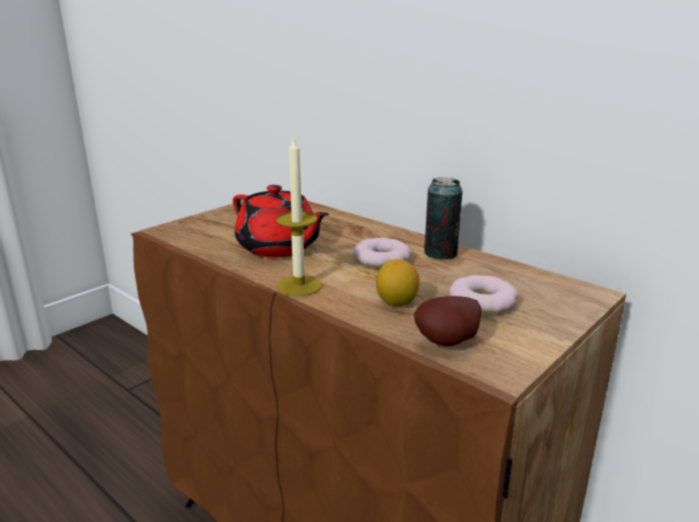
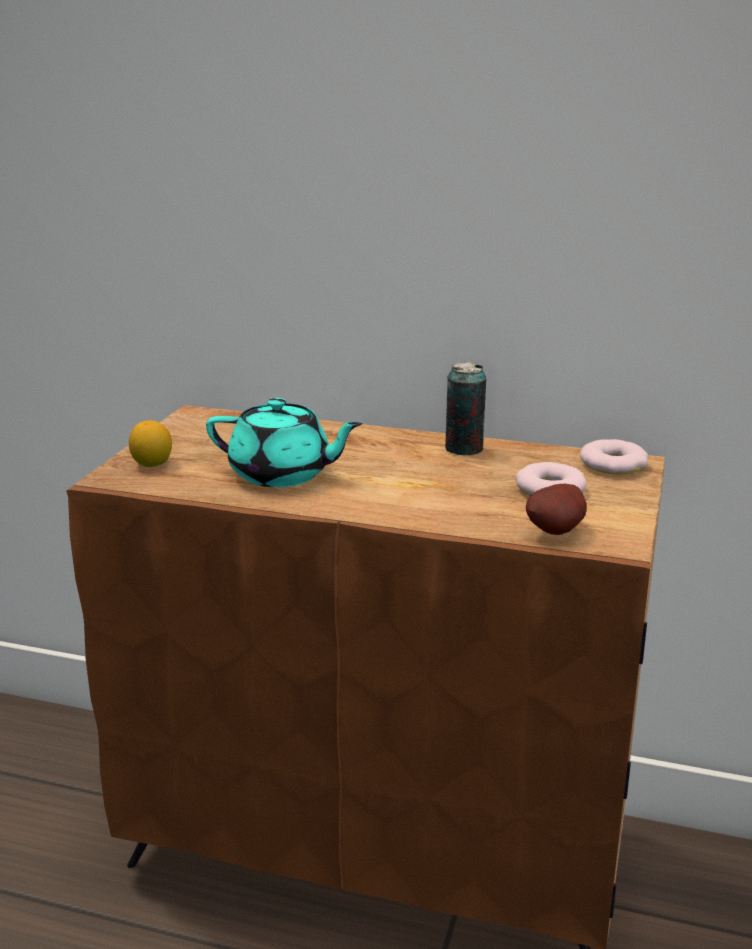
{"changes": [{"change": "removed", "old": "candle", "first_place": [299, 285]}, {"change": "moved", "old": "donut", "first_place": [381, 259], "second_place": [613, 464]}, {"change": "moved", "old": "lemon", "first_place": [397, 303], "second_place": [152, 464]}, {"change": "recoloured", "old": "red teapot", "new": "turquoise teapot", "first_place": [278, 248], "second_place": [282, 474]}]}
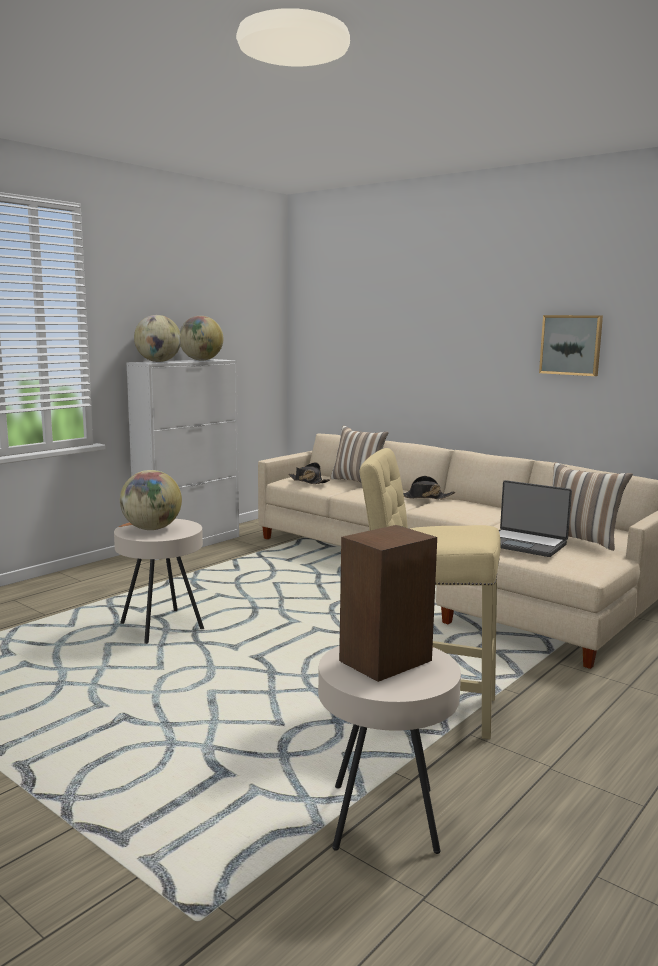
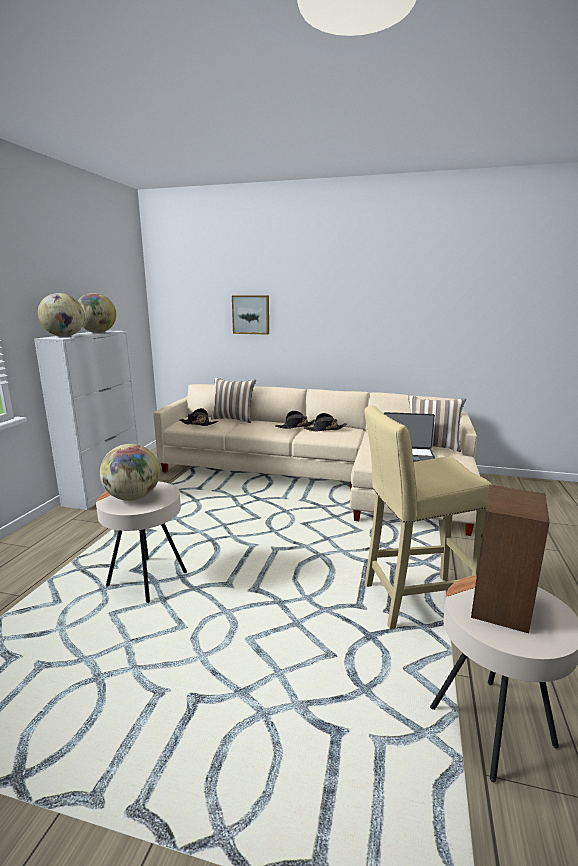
{"changes": [{"change": "added", "new": "black hat", "second_place": [325, 429]}, {"change": "moved", "old": "picture", "first_place": [571, 345], "second_place": [251, 314]}]}
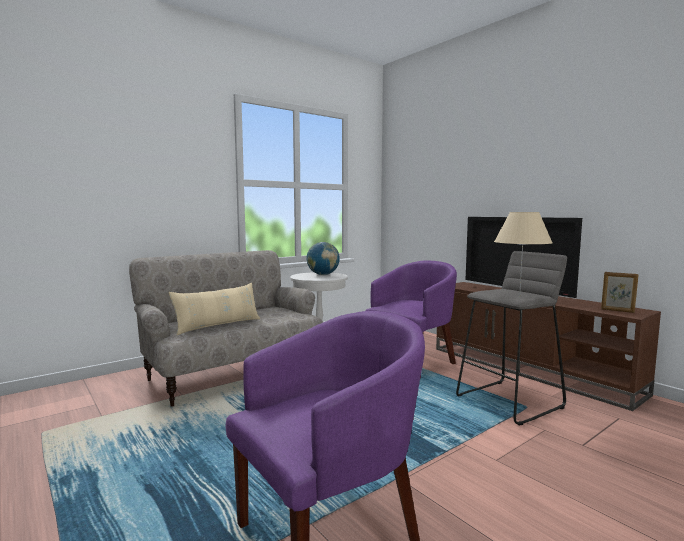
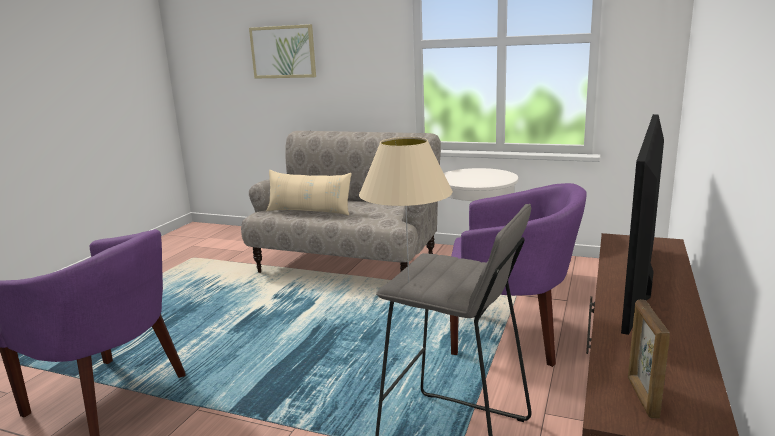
{"changes": [{"change": "removed", "old": "globe", "first_place": [323, 275]}, {"change": "added", "new": "picture", "second_place": [283, 52]}]}
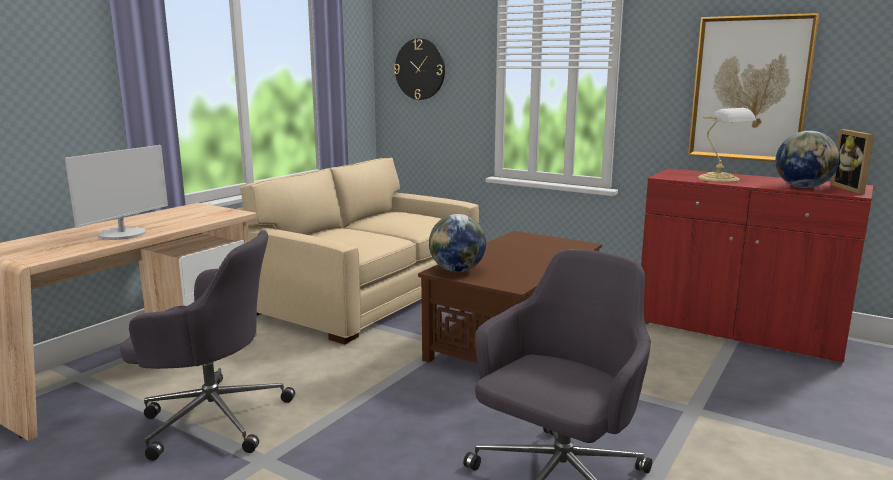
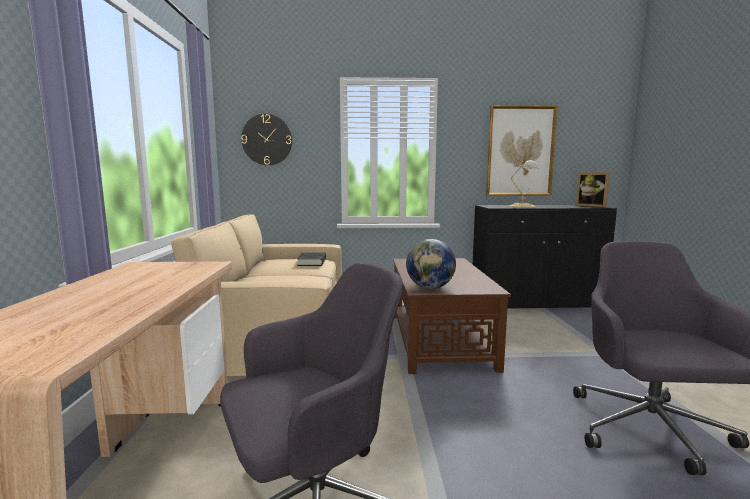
{"changes": [{"change": "removed", "old": "monitor", "first_place": [123, 234]}, {"change": "removed", "old": "globe", "first_place": [803, 187]}, {"change": "added", "new": "black book", "second_place": [312, 262]}, {"change": "recoloured", "old": "red cabinet", "new": "black cabinet", "first_place": [738, 331], "second_place": [535, 303]}]}
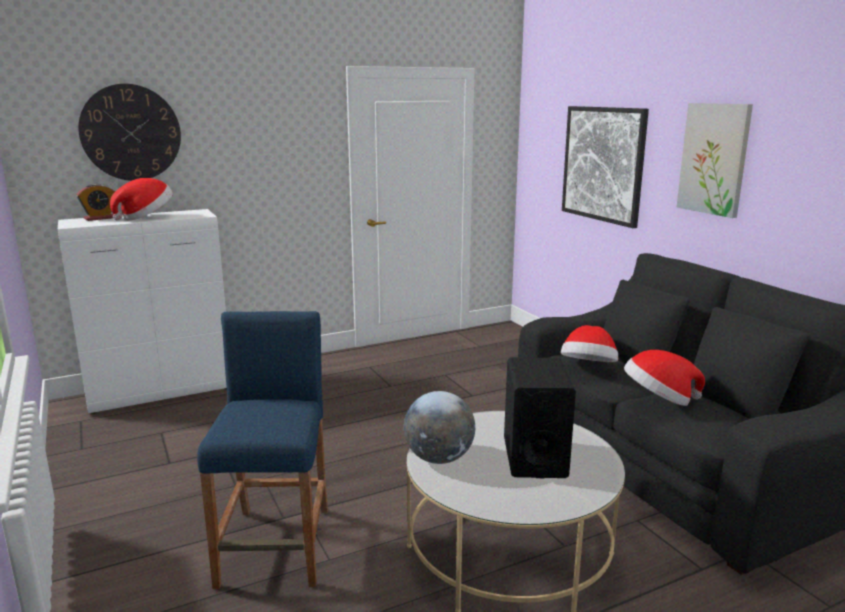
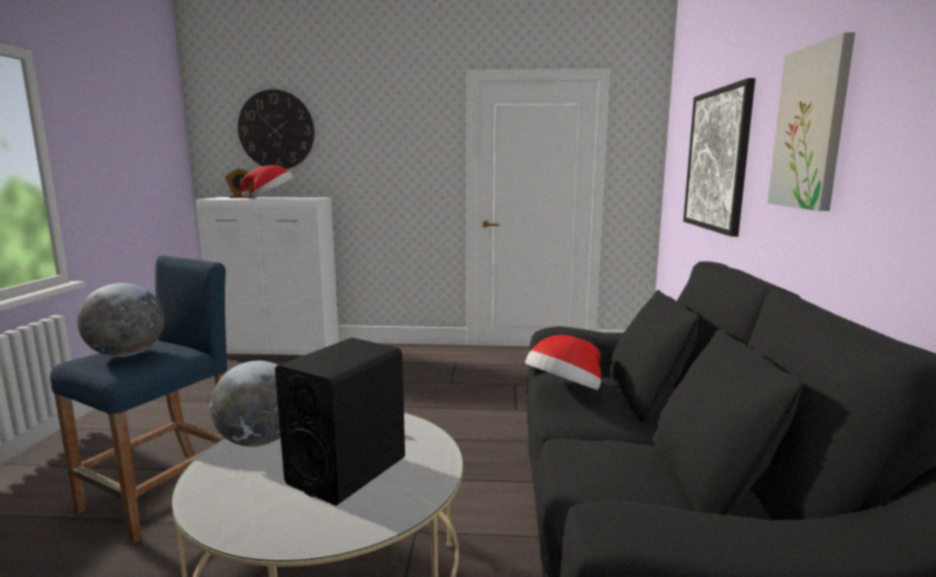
{"changes": [{"change": "removed", "old": "hat", "first_place": [658, 400]}, {"change": "added", "new": "globe", "second_place": [127, 354]}]}
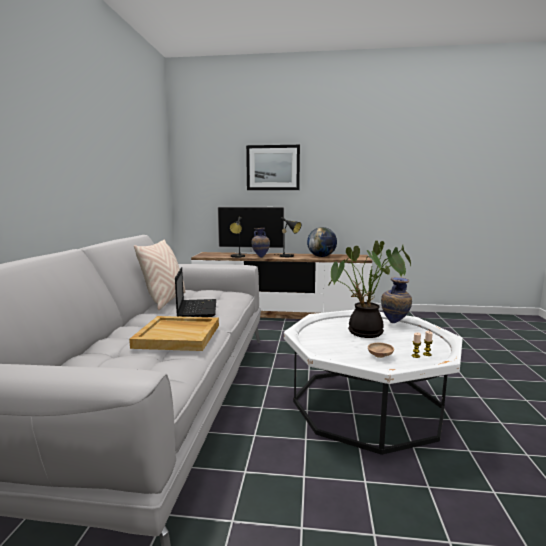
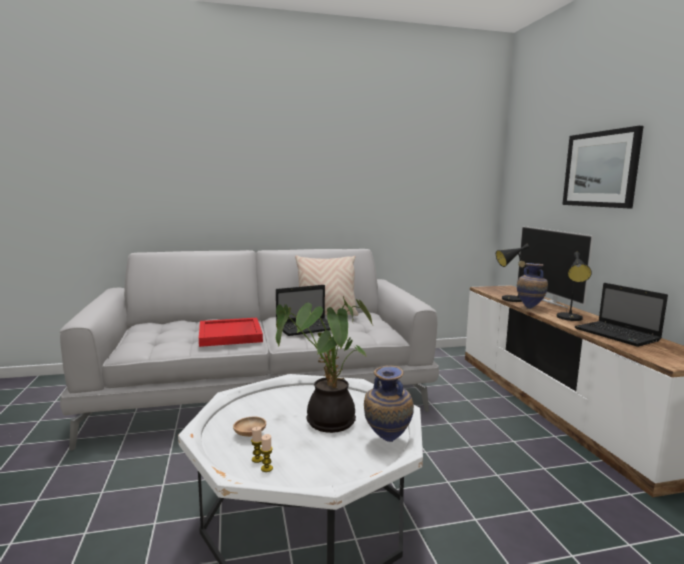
{"changes": [{"change": "replaced", "old": "globe", "new": "laptop", "first_place": [321, 256], "second_place": [618, 335]}, {"change": "recoloured", "old": "beige tray", "new": "red tray", "first_place": [179, 336], "second_place": [230, 335]}]}
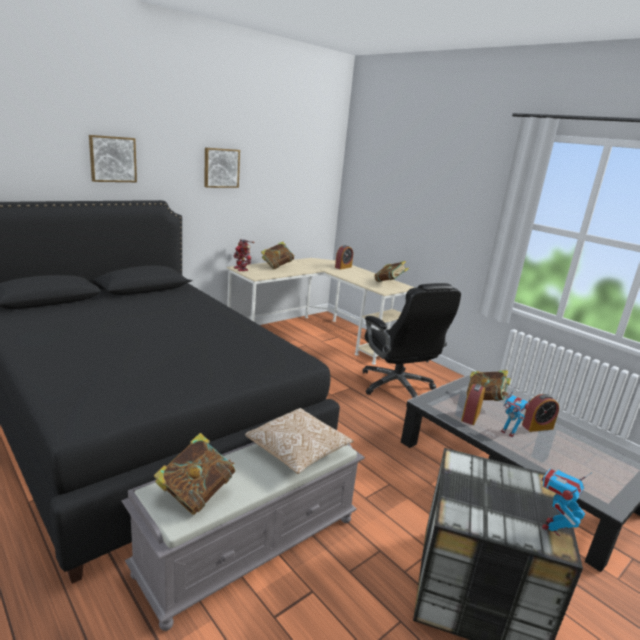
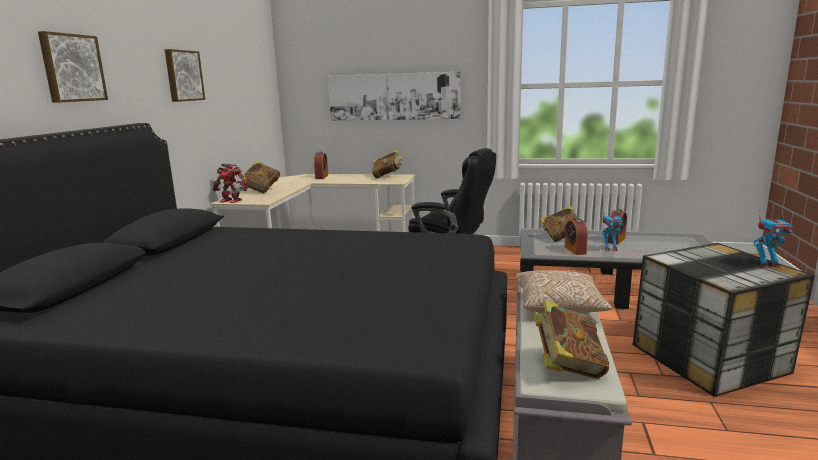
{"changes": [{"change": "added", "new": "picture", "second_place": [393, 97]}, {"change": "turned", "old": "toy robot", "first_place": [552, 527], "second_place": [768, 265], "degrees": -90}]}
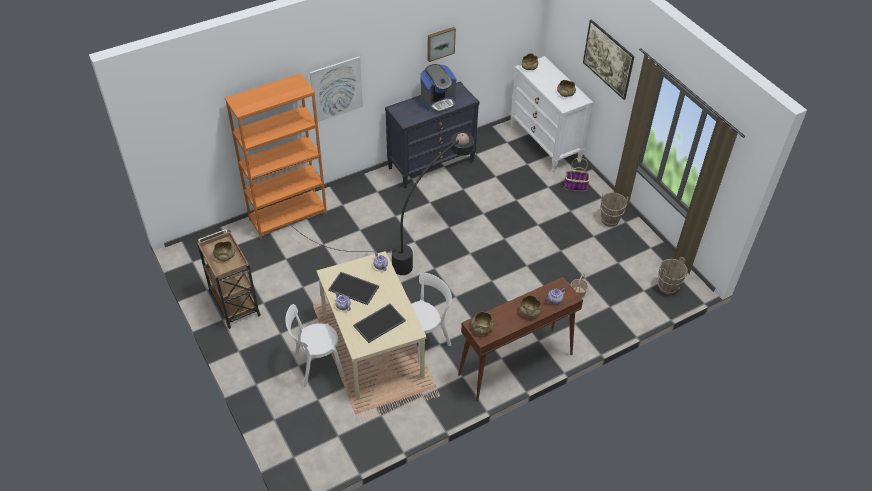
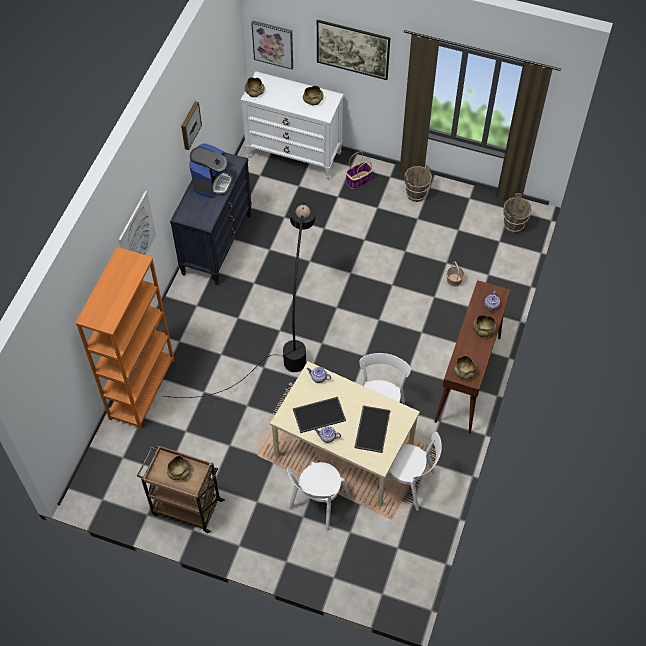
{"changes": [{"change": "added", "new": "picture", "second_place": [273, 44]}, {"change": "added", "new": "white chair", "second_place": [409, 484]}]}
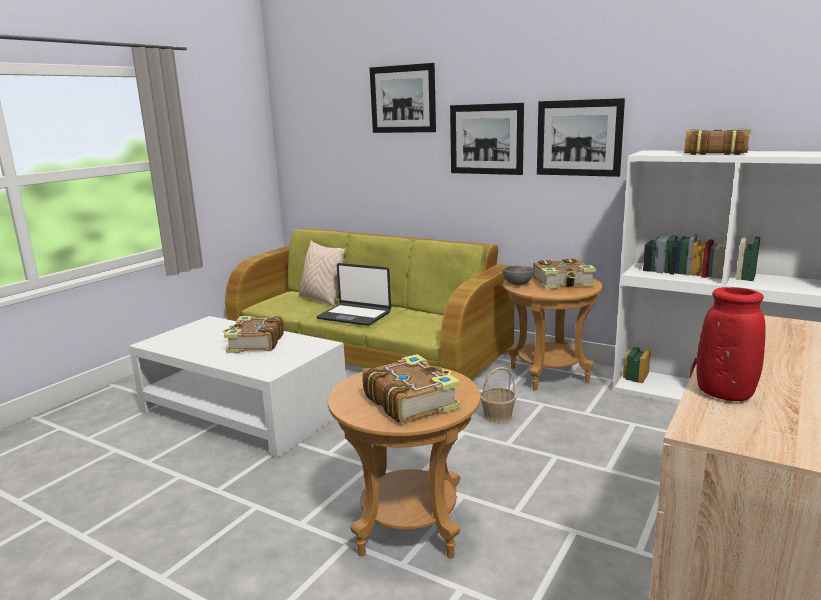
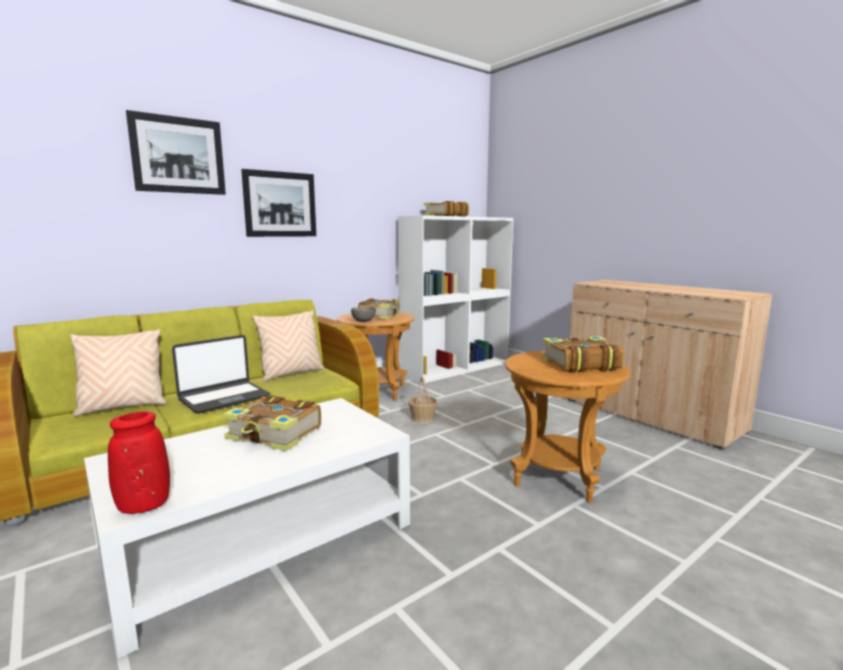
{"changes": [{"change": "removed", "old": "picture", "first_place": [579, 138]}, {"change": "added", "new": "beige pillow", "second_place": [291, 374]}, {"change": "moved", "old": "red vase", "first_place": [725, 394], "second_place": [144, 506]}]}
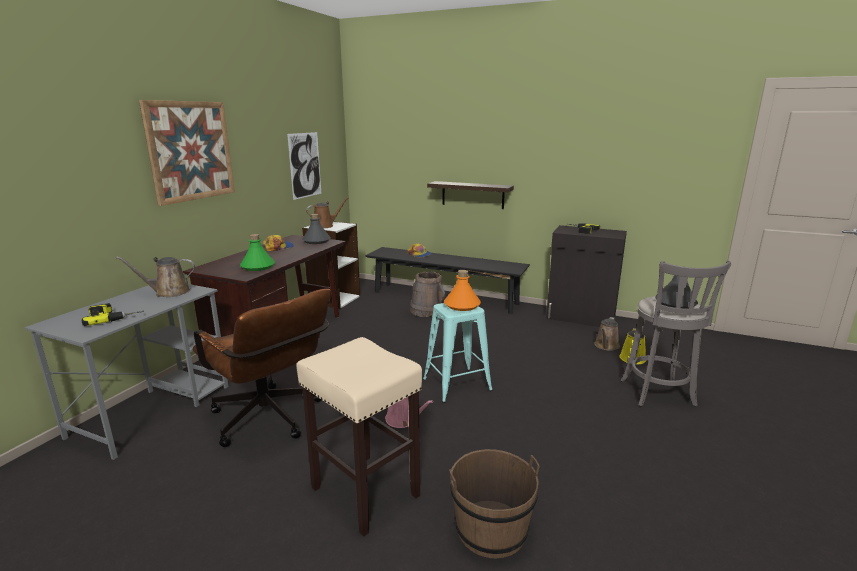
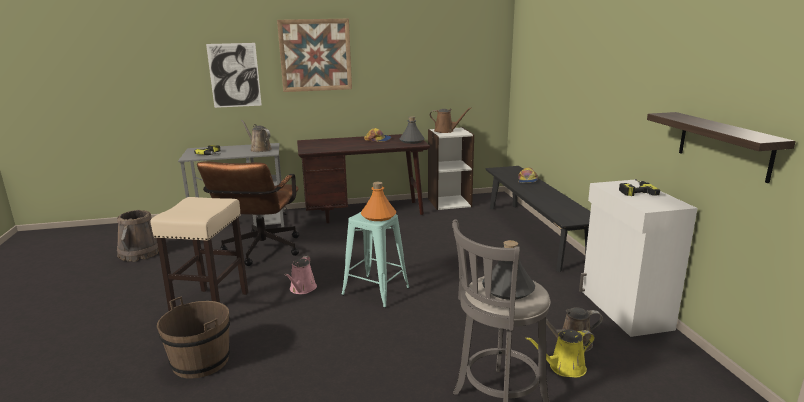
{"changes": [{"change": "removed", "old": "green bottle", "first_place": [258, 267]}, {"change": "moved", "old": "picture", "first_place": [305, 165], "second_place": [234, 75]}, {"change": "moved", "old": "brown bucket", "first_place": [427, 311], "second_place": [139, 253]}, {"change": "moved", "old": "shelf", "first_place": [472, 195], "second_place": [724, 145]}, {"change": "recoloured", "old": "black cabinet", "new": "white cabinet", "first_place": [581, 318], "second_place": [624, 310]}]}
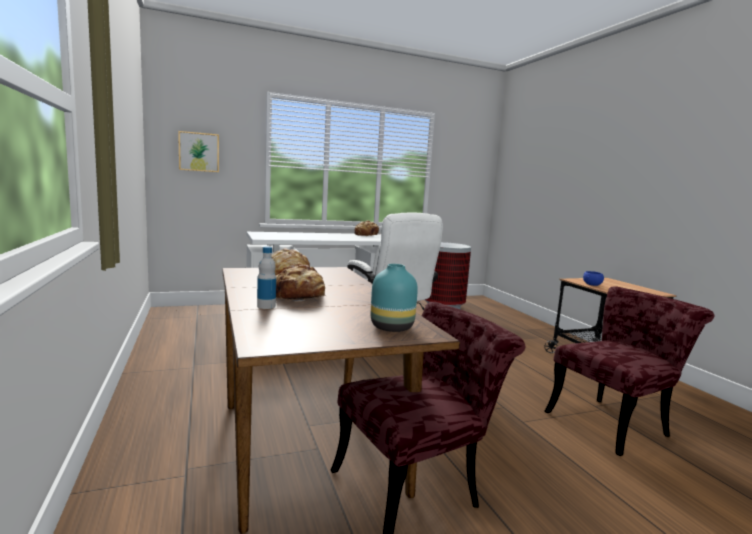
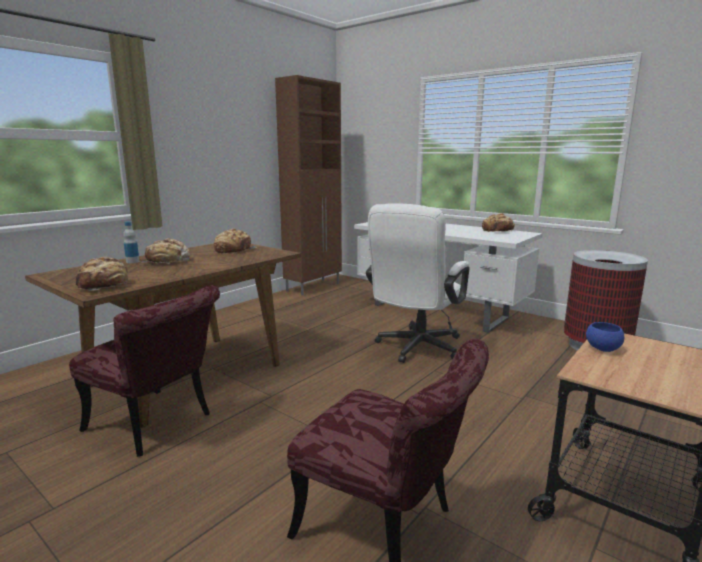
{"changes": [{"change": "removed", "old": "picture", "first_place": [199, 152]}, {"change": "added", "new": "brown cabinet", "second_place": [314, 287]}, {"change": "replaced", "old": "turquoise vase", "new": "bread", "first_place": [390, 327], "second_place": [104, 285]}]}
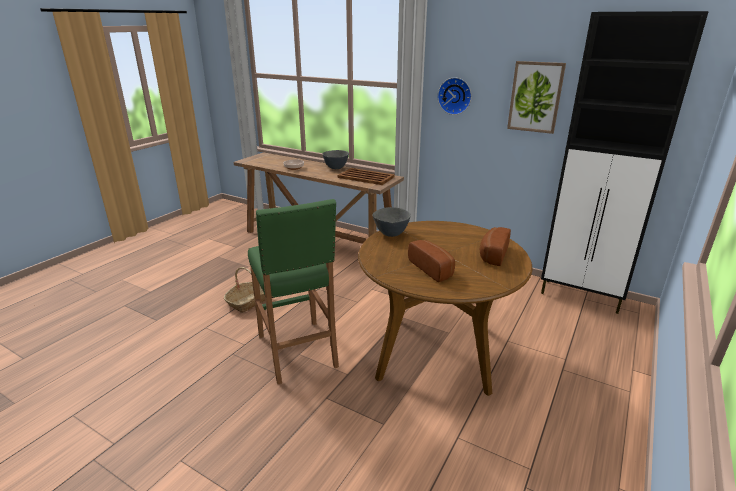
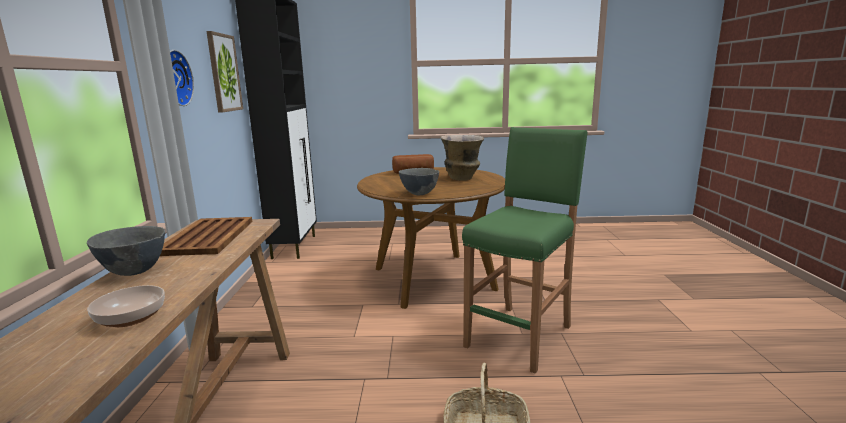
{"changes": [{"change": "replaced", "old": "bread", "new": "vase", "first_place": [433, 269], "second_place": [462, 178]}]}
